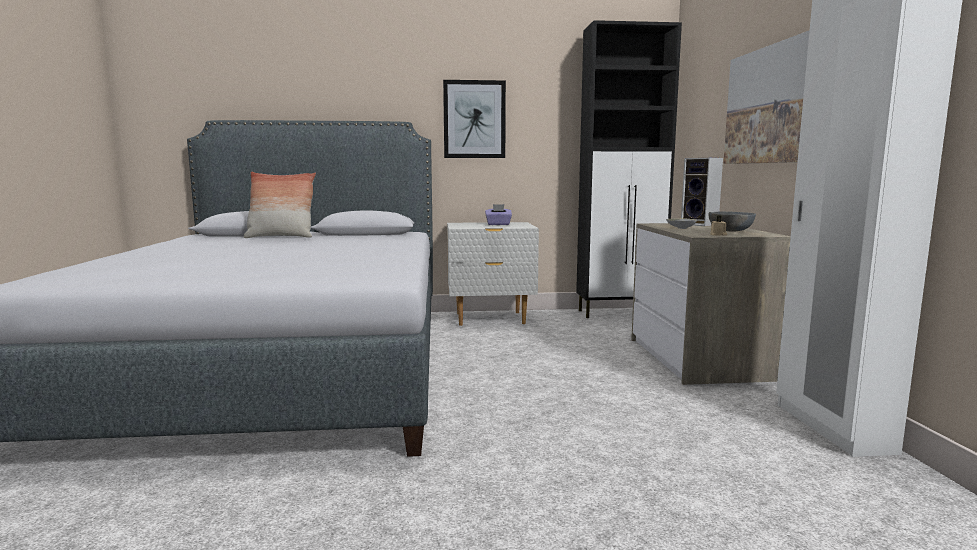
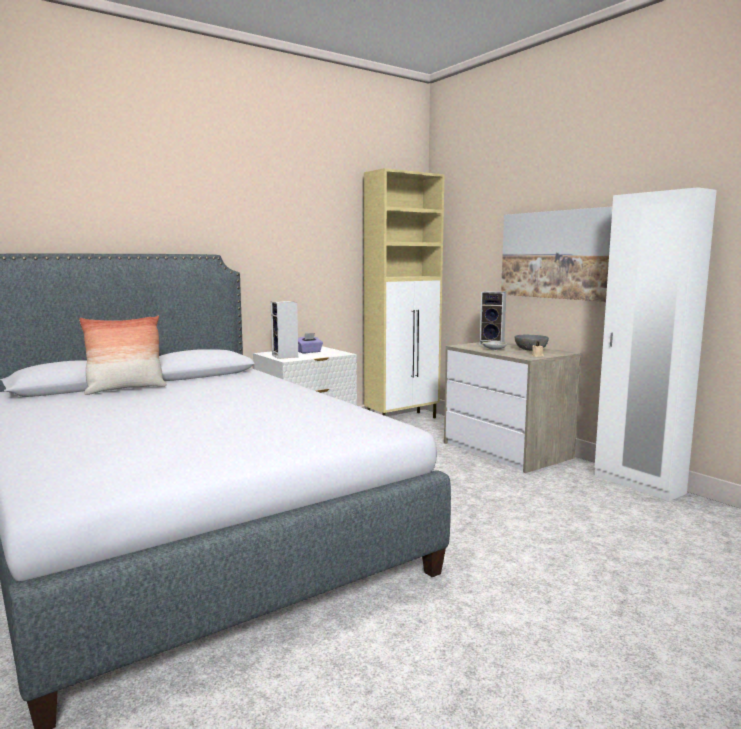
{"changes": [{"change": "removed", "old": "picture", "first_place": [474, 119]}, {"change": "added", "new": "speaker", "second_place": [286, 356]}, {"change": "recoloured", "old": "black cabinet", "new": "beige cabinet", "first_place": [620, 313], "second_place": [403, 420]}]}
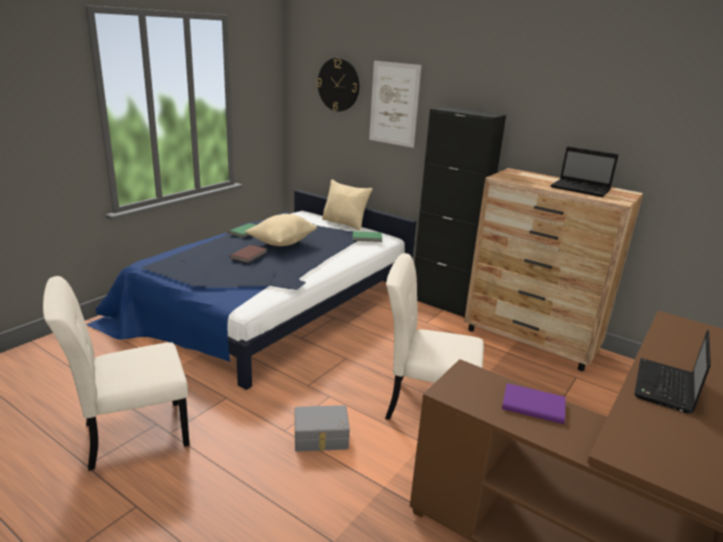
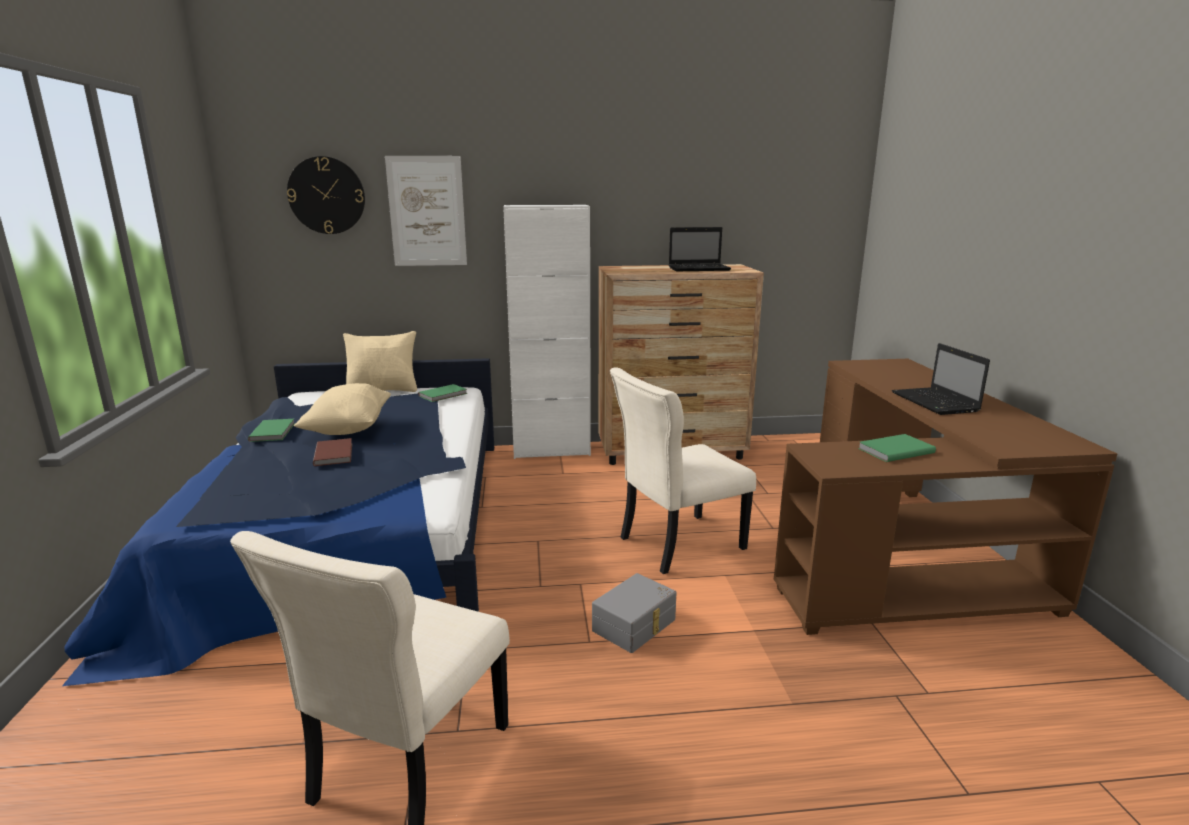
{"changes": [{"change": "recoloured", "old": "black cabinet", "new": "white cabinet", "first_place": [443, 303], "second_place": [551, 450]}, {"change": "recoloured", "old": "purple book", "new": "green book", "first_place": [532, 404], "second_place": [894, 450]}]}
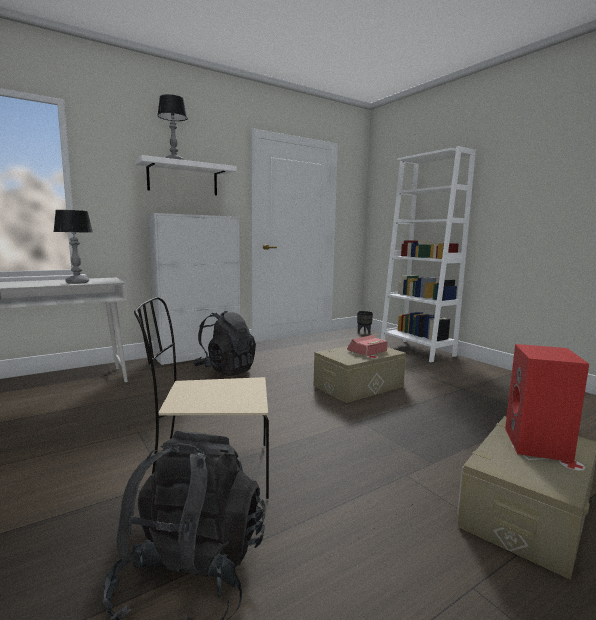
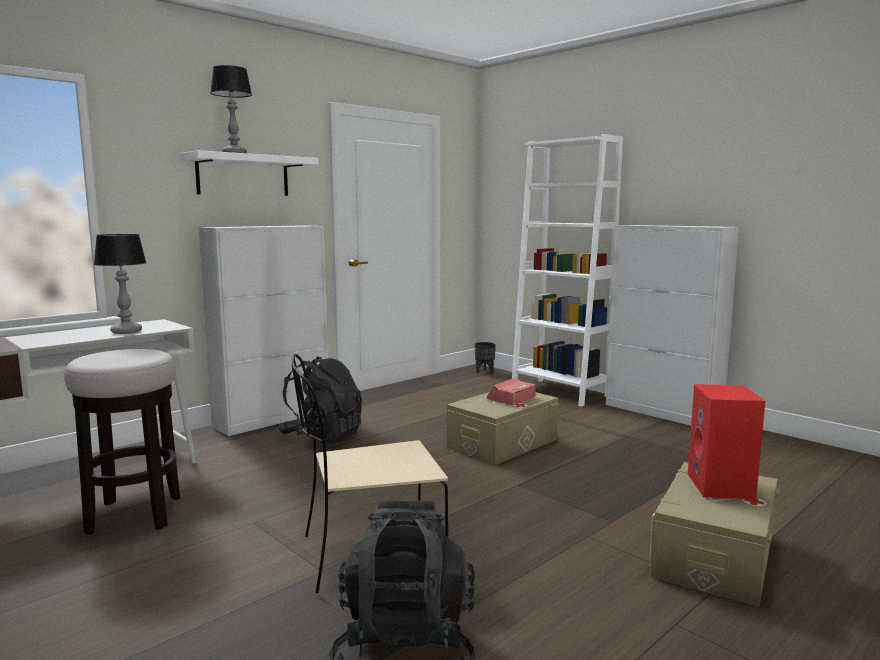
{"changes": [{"change": "added", "new": "stool", "second_place": [134, 515]}, {"change": "added", "new": "white cabinet", "second_place": [662, 413]}]}
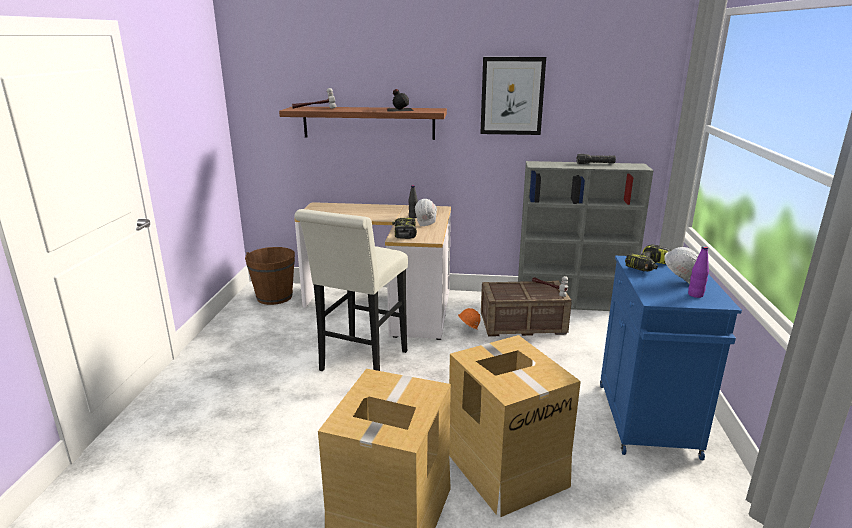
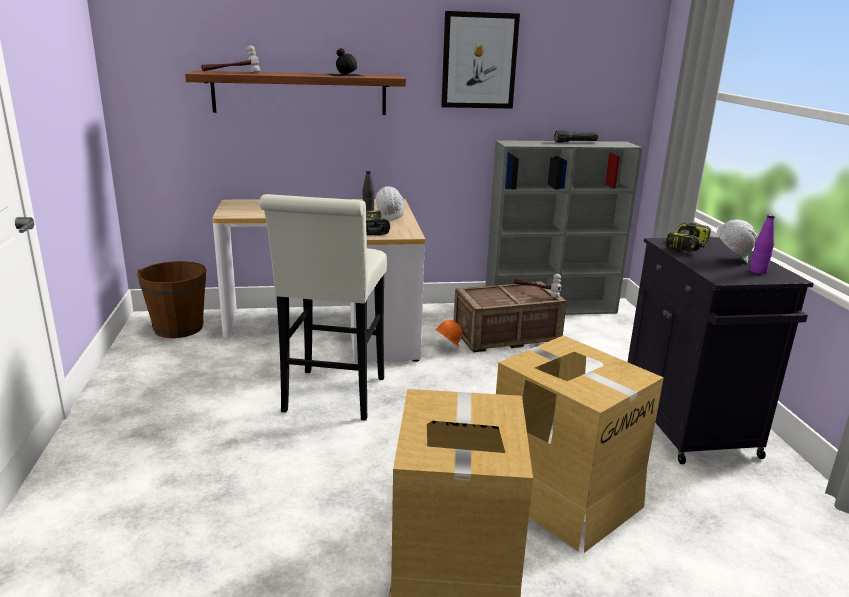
{"changes": [{"change": "recoloured", "old": "blue cabinet", "new": "black cabinet", "first_place": [647, 421], "second_place": [689, 426]}]}
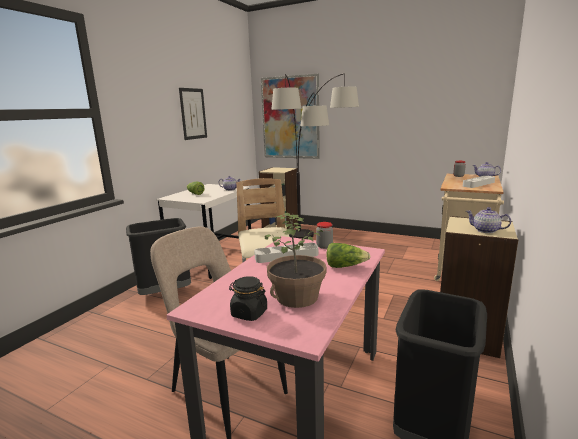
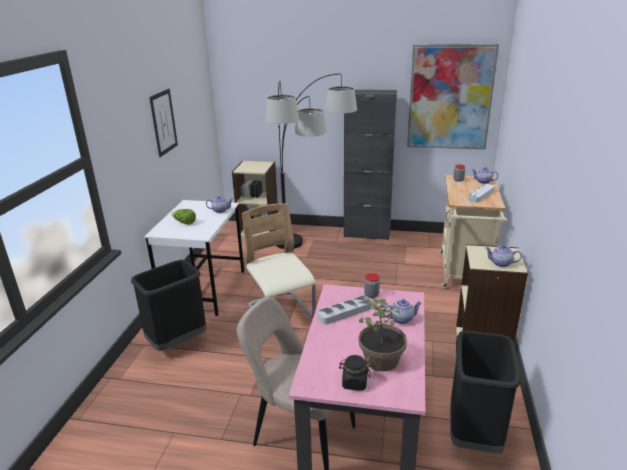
{"changes": [{"change": "added", "new": "black cabinet", "second_place": [367, 234]}, {"change": "moved", "old": "picture", "first_place": [290, 118], "second_place": [450, 98]}, {"change": "replaced", "old": "lettuce", "new": "teapot", "first_place": [345, 266], "second_place": [401, 319]}]}
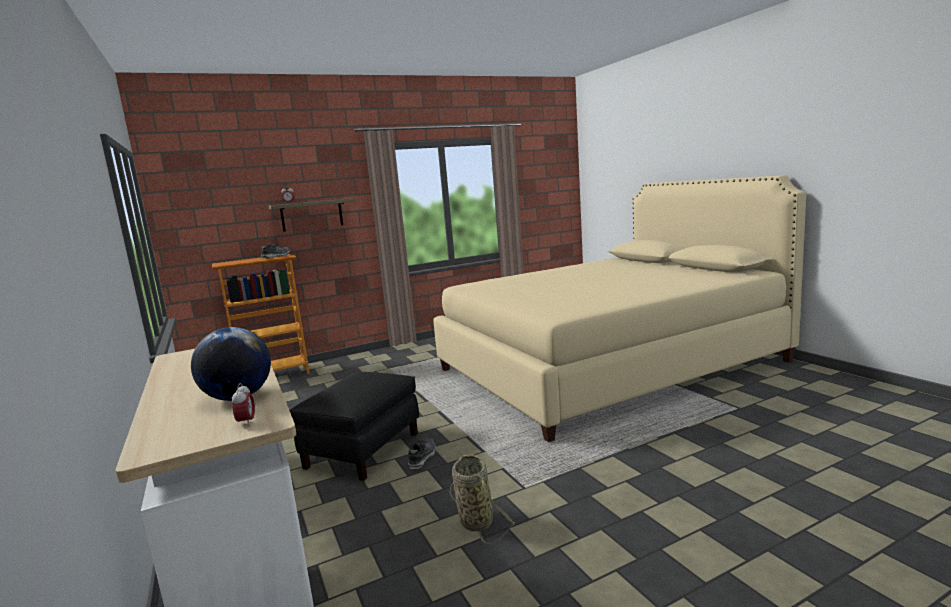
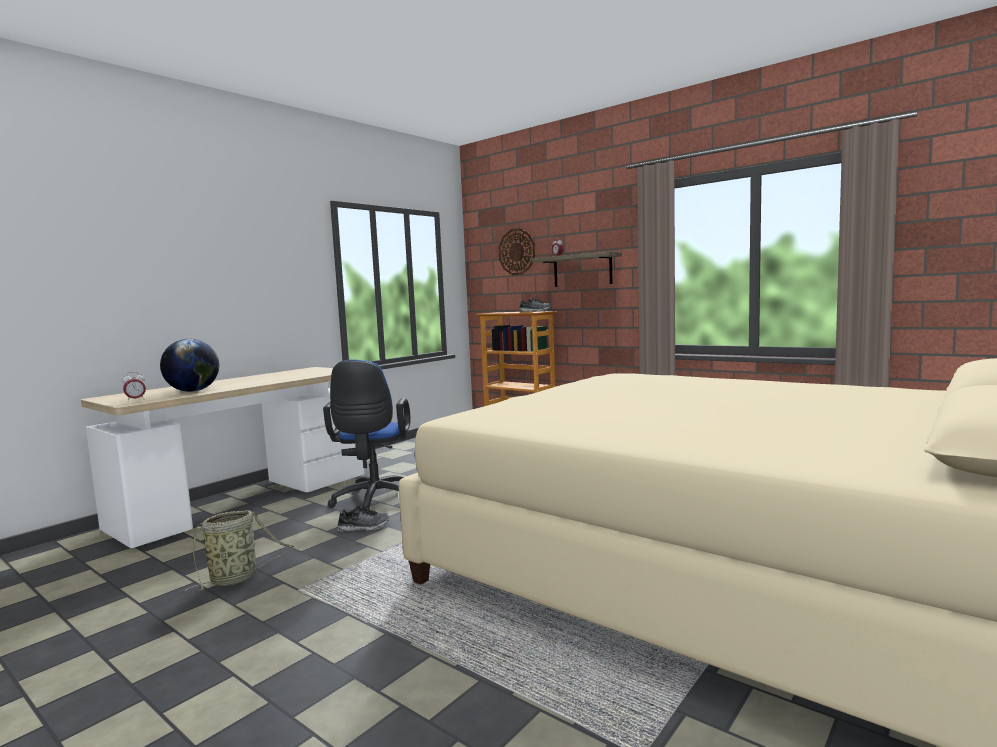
{"changes": [{"change": "added", "new": "wall clock", "second_place": [517, 252]}, {"change": "replaced", "old": "black ottoman", "new": "blue office chair", "first_place": [363, 450], "second_place": [374, 502]}]}
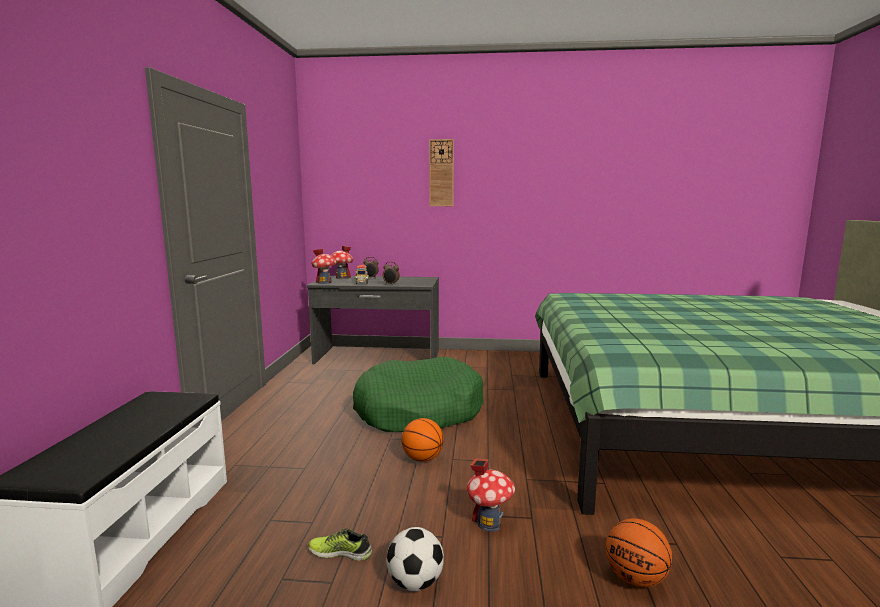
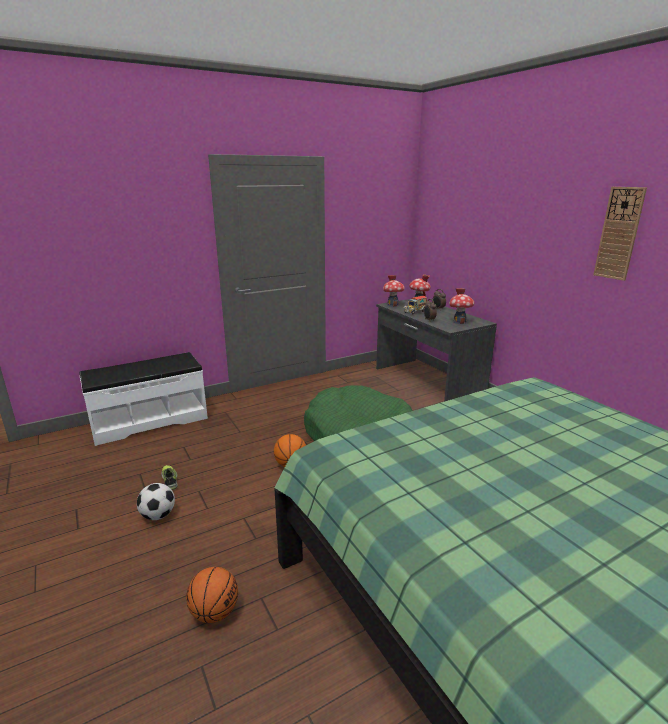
{"changes": [{"change": "moved", "old": "wall clock", "first_place": [441, 173], "second_place": [619, 233]}, {"change": "moved", "old": "toy house", "first_place": [489, 523], "second_place": [459, 322]}]}
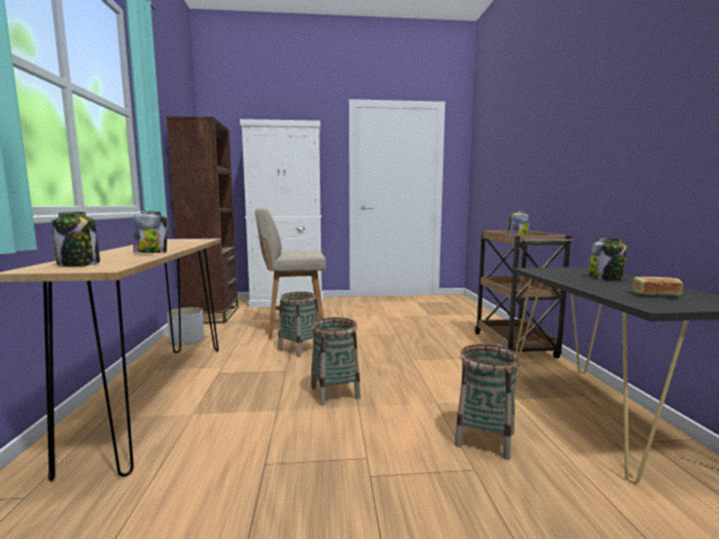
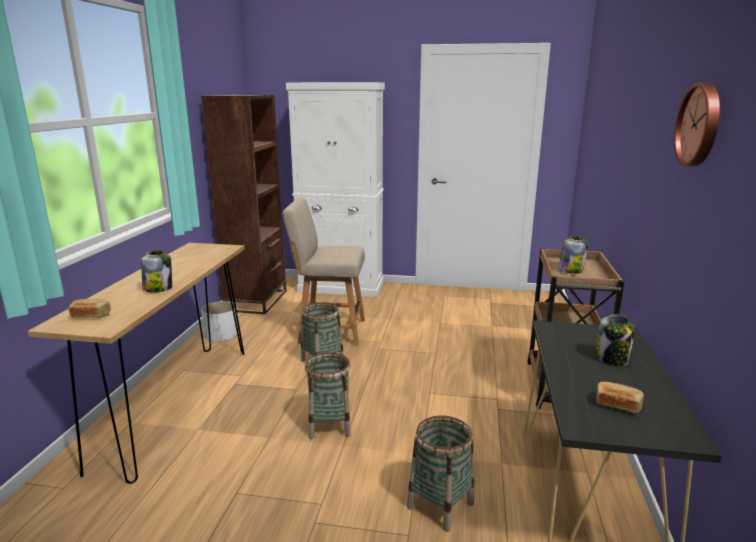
{"changes": [{"change": "added", "new": "wall clock", "second_place": [700, 125]}, {"change": "replaced", "old": "jar", "new": "bread", "first_place": [79, 264], "second_place": [91, 315]}]}
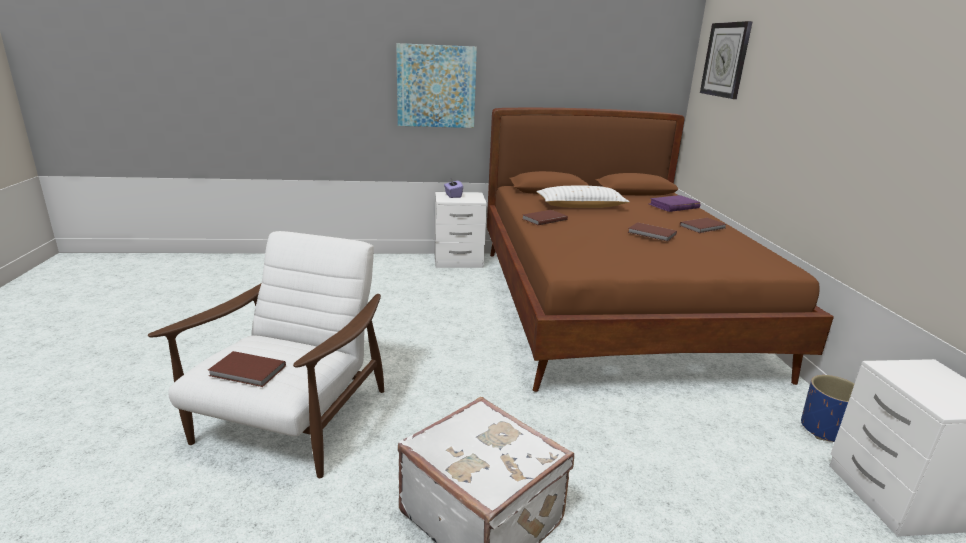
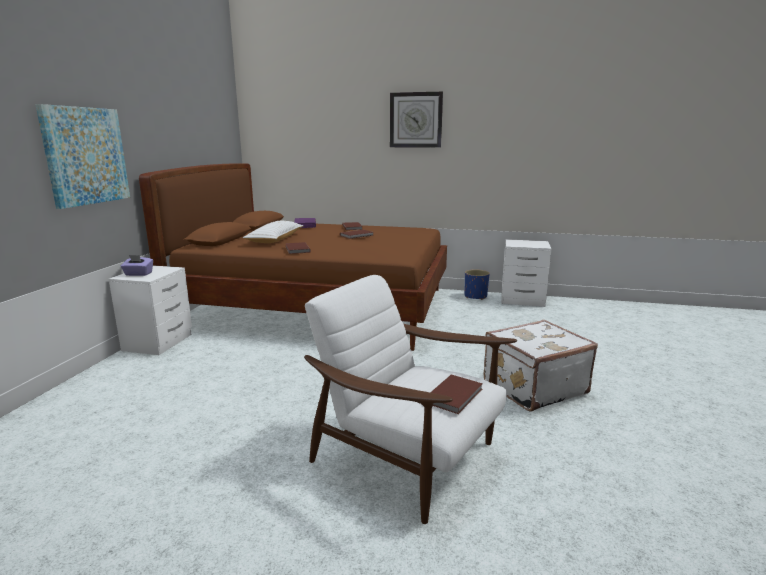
{"changes": [{"change": "moved", "old": "wall clock", "first_place": [726, 60], "second_place": [416, 120]}]}
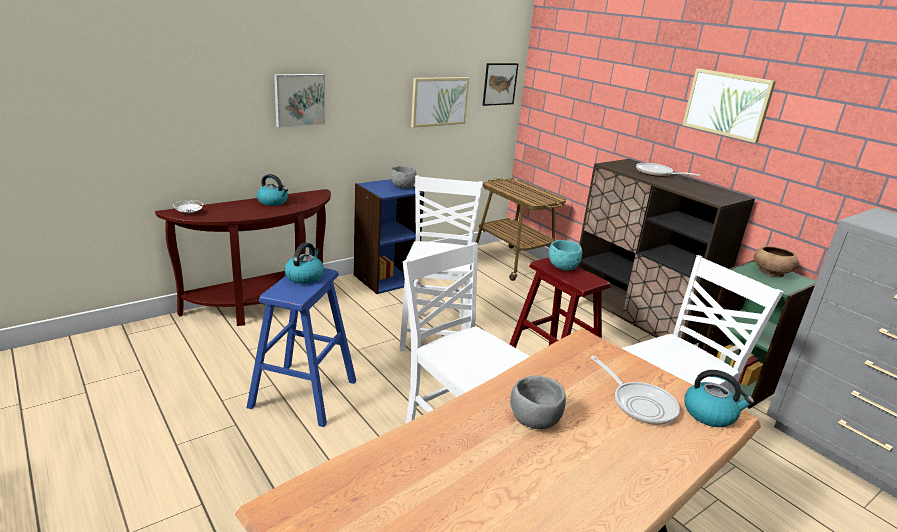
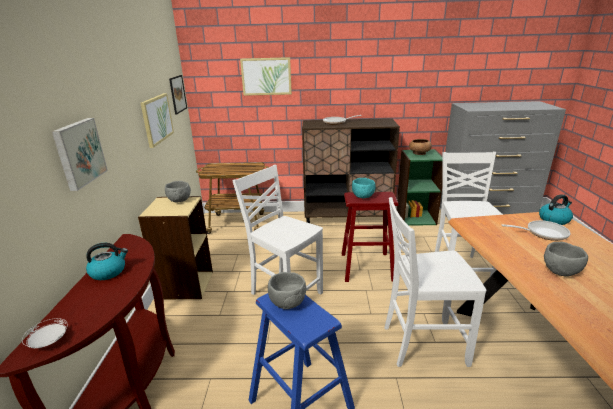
{"changes": [{"change": "moved", "old": "picture", "first_place": [727, 104], "second_place": [266, 76]}, {"change": "replaced", "old": "kettle", "new": "grey bowl", "first_place": [305, 276], "second_place": [287, 303]}, {"change": "recoloured", "old": "blue bookcase", "new": "beige bookcase", "first_place": [385, 279], "second_place": [185, 285]}]}
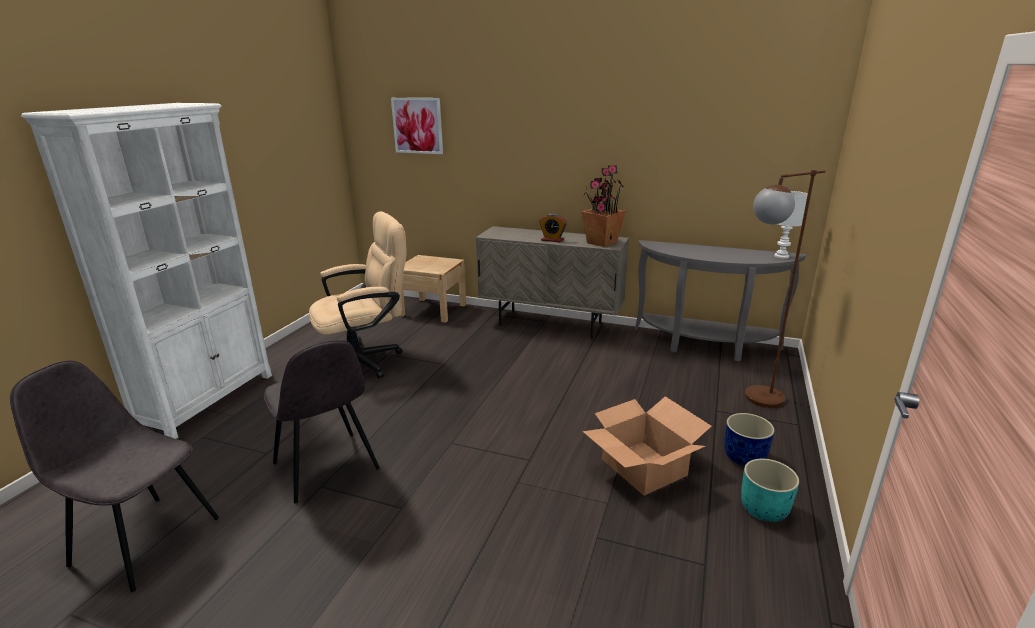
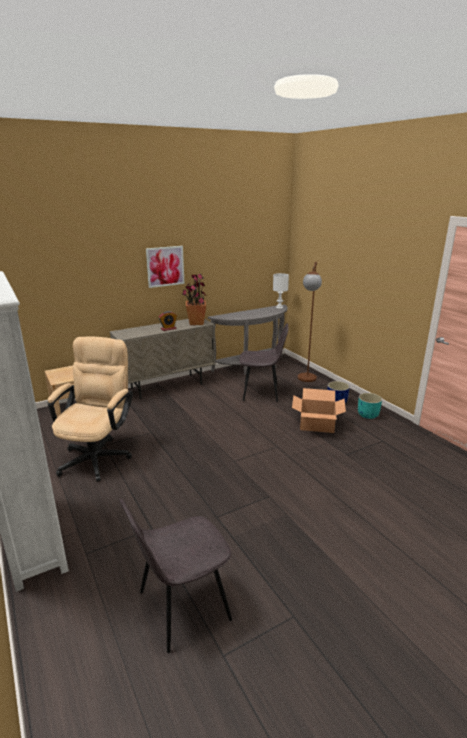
{"changes": [{"change": "moved", "old": "grey chair", "first_place": [327, 468], "second_place": [262, 393]}, {"change": "moved", "old": "picture", "first_place": [417, 125], "second_place": [165, 266]}]}
